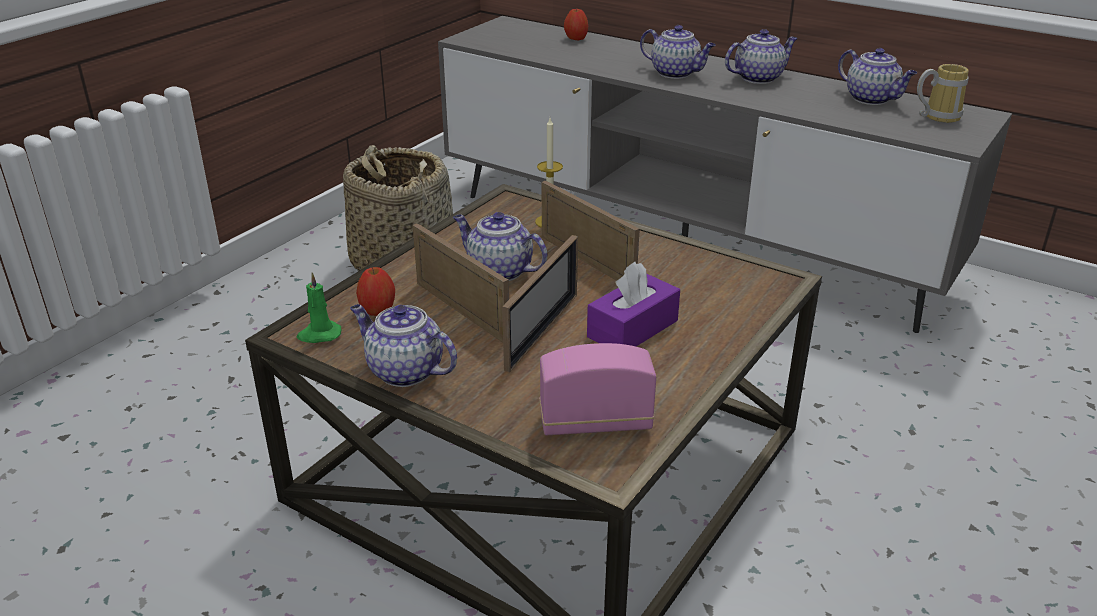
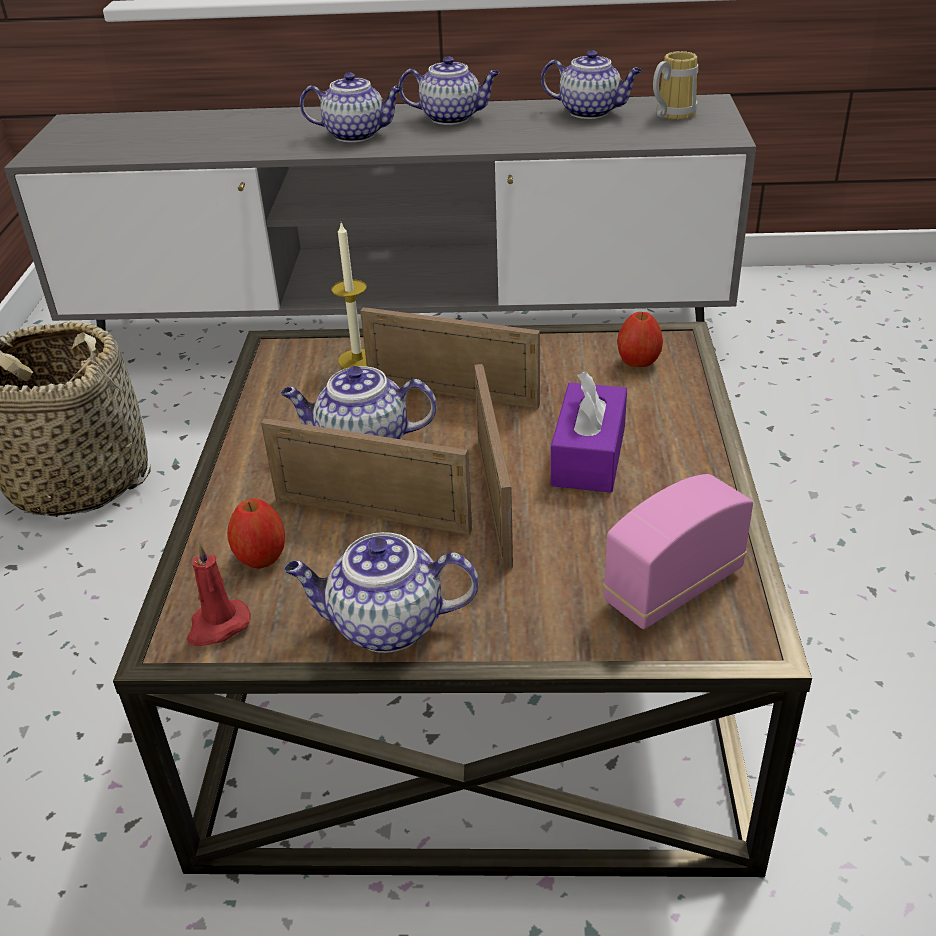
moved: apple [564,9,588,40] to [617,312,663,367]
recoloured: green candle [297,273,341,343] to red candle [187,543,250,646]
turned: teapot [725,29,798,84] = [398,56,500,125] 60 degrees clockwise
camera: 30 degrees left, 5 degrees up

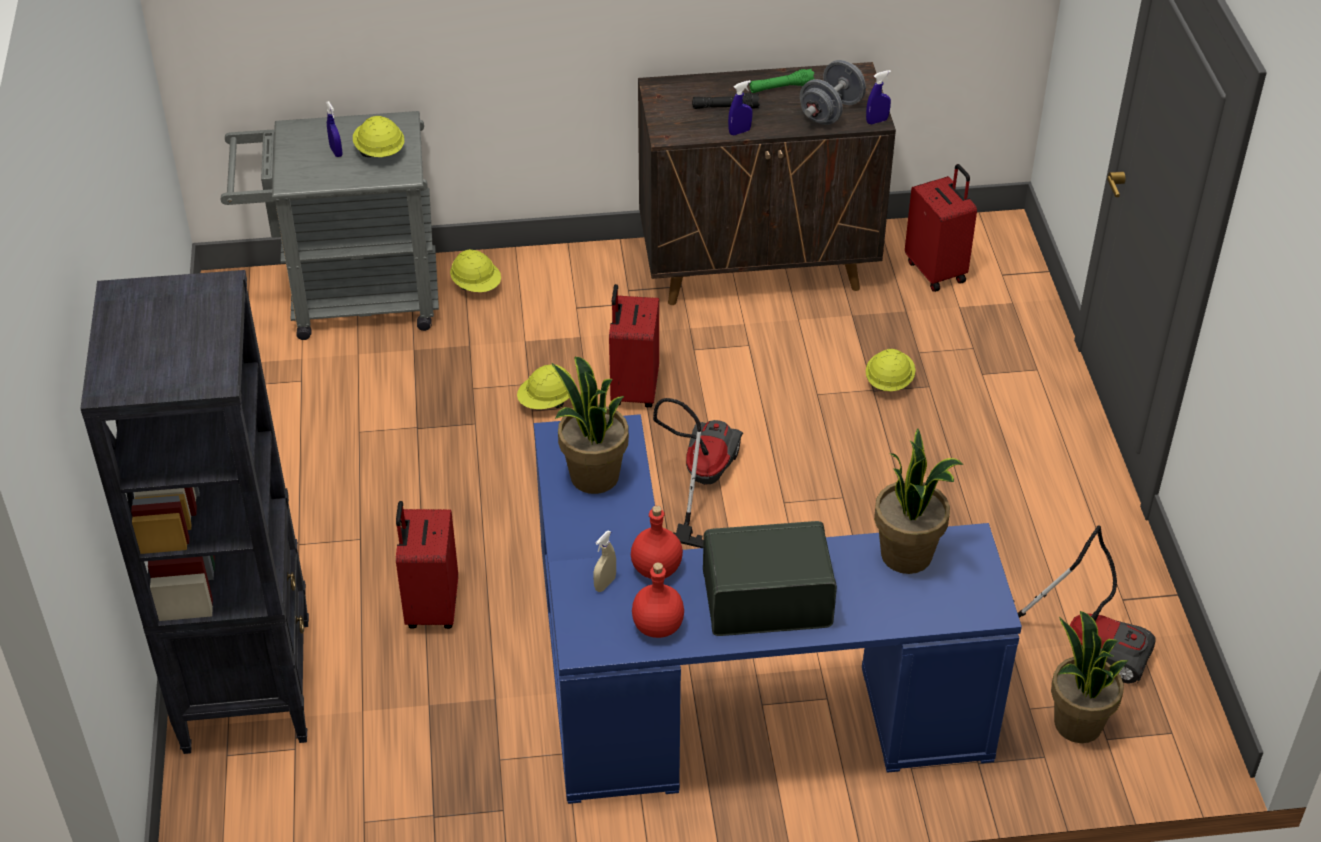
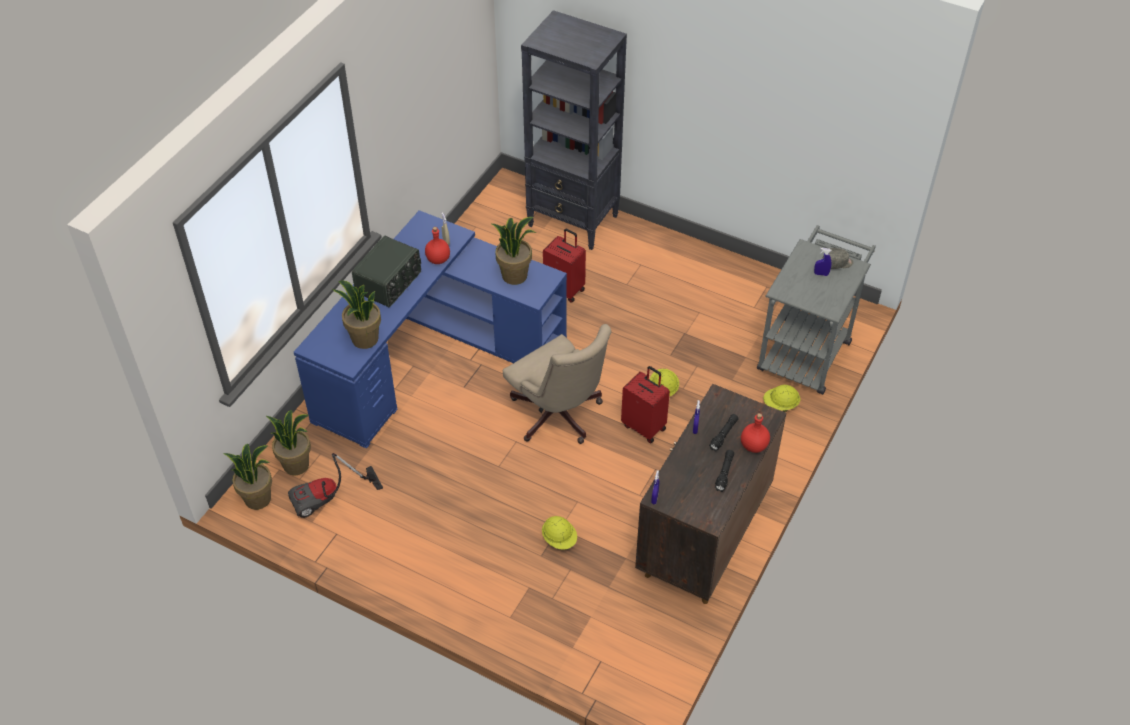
removed: yellow hard hat [353,116,404,157]; grey dumbbell [800,60,866,125]; red suitcase [905,164,977,292]
added: potted plant [223,444,272,510]; grey cap [822,248,853,269]
moved: red bottle [632,562,684,638] to [741,413,770,453]
replaced: vacuum cleaner [653,398,743,548] to beige office chair [503,324,611,444]
recoloured: green flashlight [750,69,815,93] to black flashlight [715,450,734,492]
camera: 125 degrees right, 5 degrees up

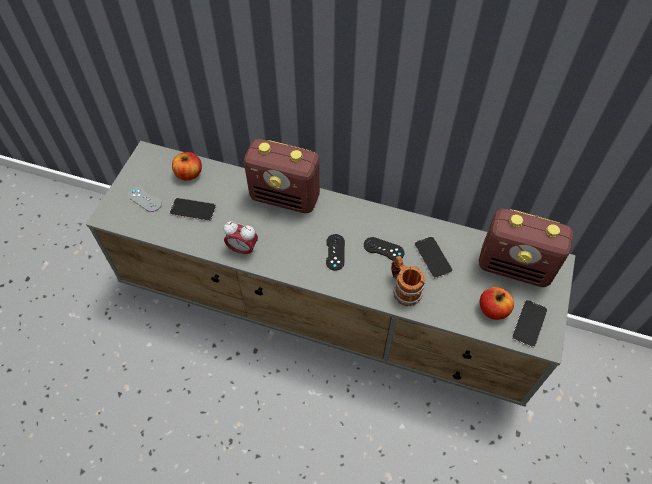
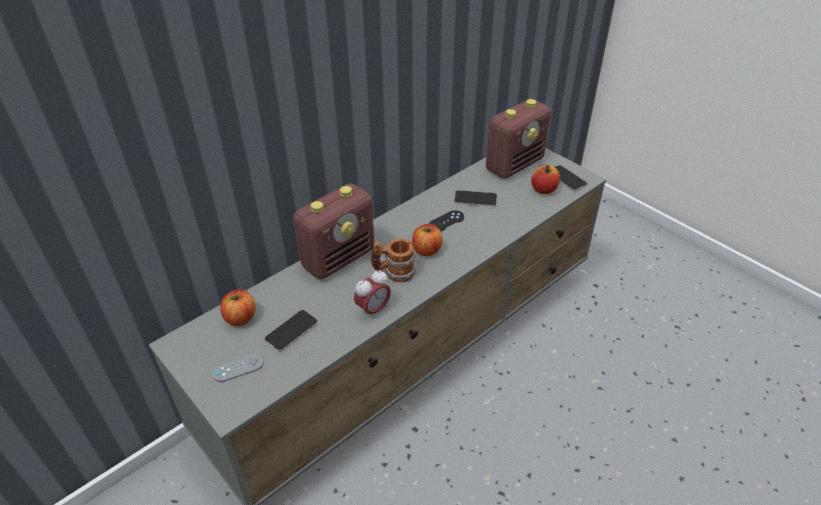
moved: mug [391,256,425,306] to [370,238,416,282]
replaced: black game controller [326,234,345,271] to apple [412,224,443,256]
camera: 60 degrees left, 15 degrees down

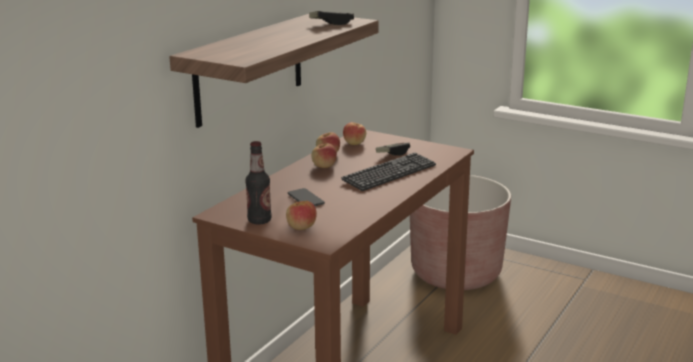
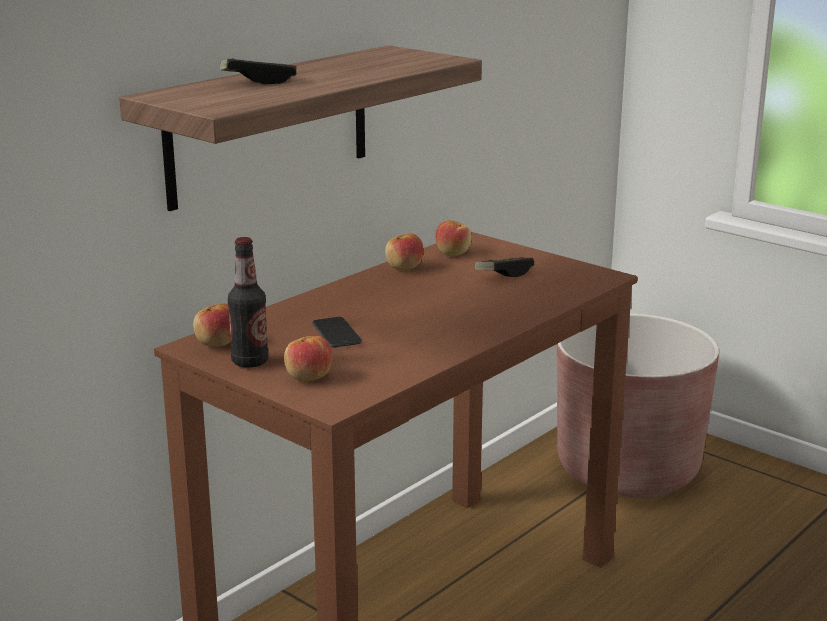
removed: keyboard [341,153,436,191]
moved: apple [311,143,337,168] to [193,303,231,347]; game controller [309,11,354,25] to [220,58,297,84]
camera: 10 degrees right, 0 degrees up

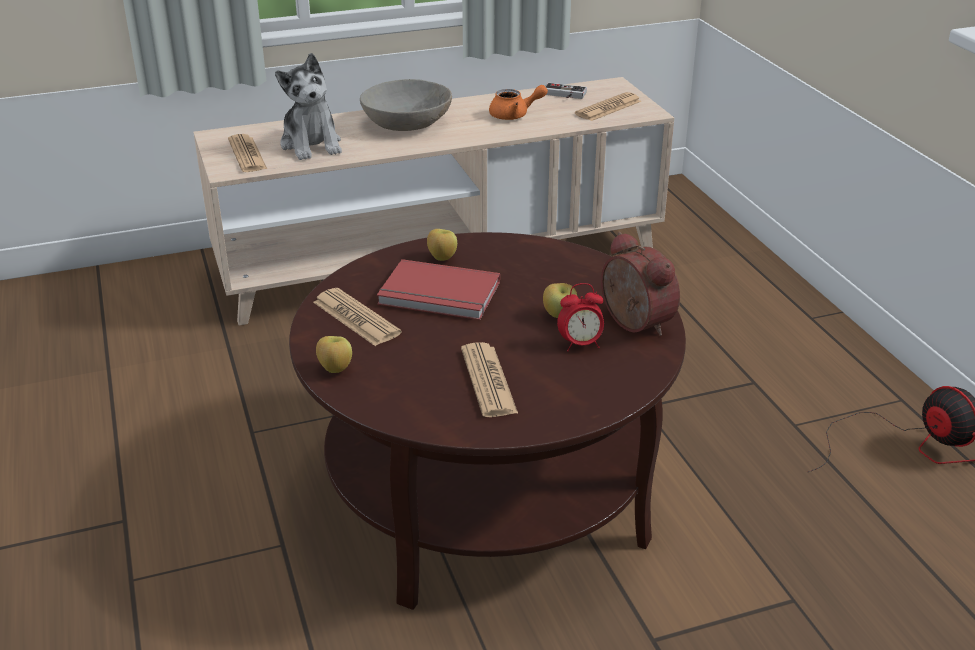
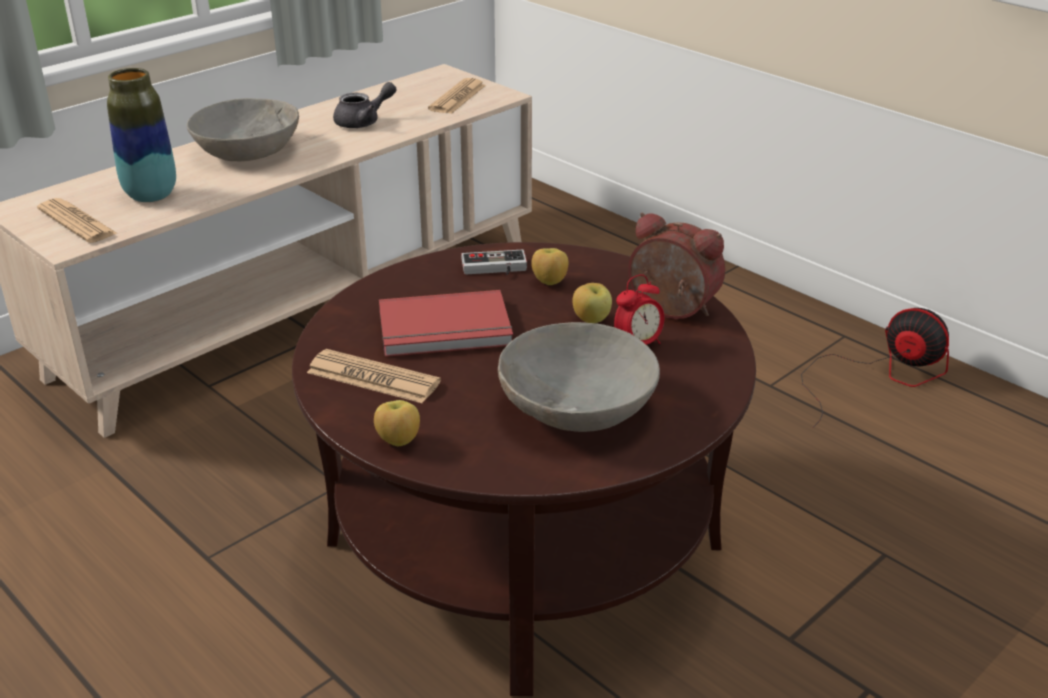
moved: game controller [545,83,587,99] to [461,250,527,275]; apple [427,229,457,261] to [531,248,569,285]
replaced: plush toy [275,53,342,160] to vase [107,68,176,202]; newspaper [461,342,518,417] to grey bowl [498,322,660,432]
recoloured: orange teapot [489,85,548,120] to grey teapot [333,82,396,128]
camera: 25 degrees left, 0 degrees up

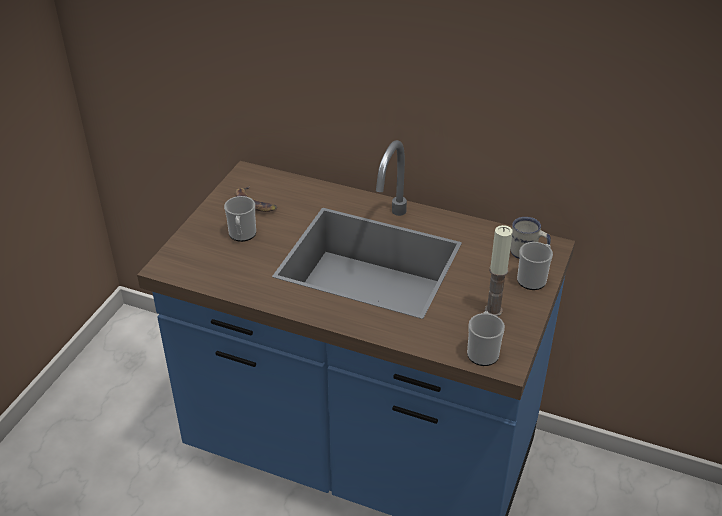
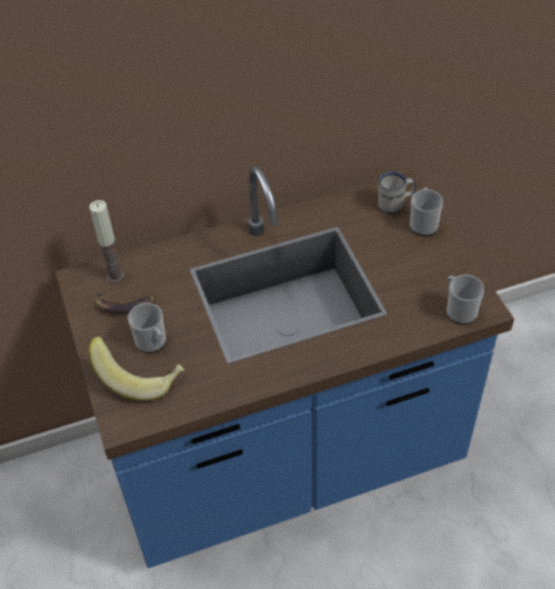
added: banana [88,337,184,401]
moved: candle [485,225,513,316] to [89,200,124,283]
camera: 40 degrees left, 10 degrees up

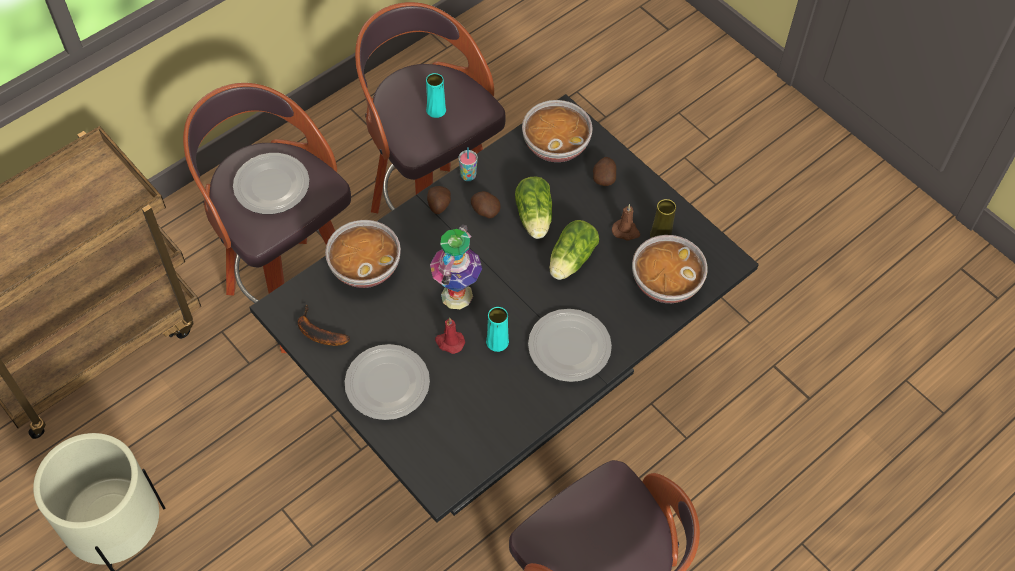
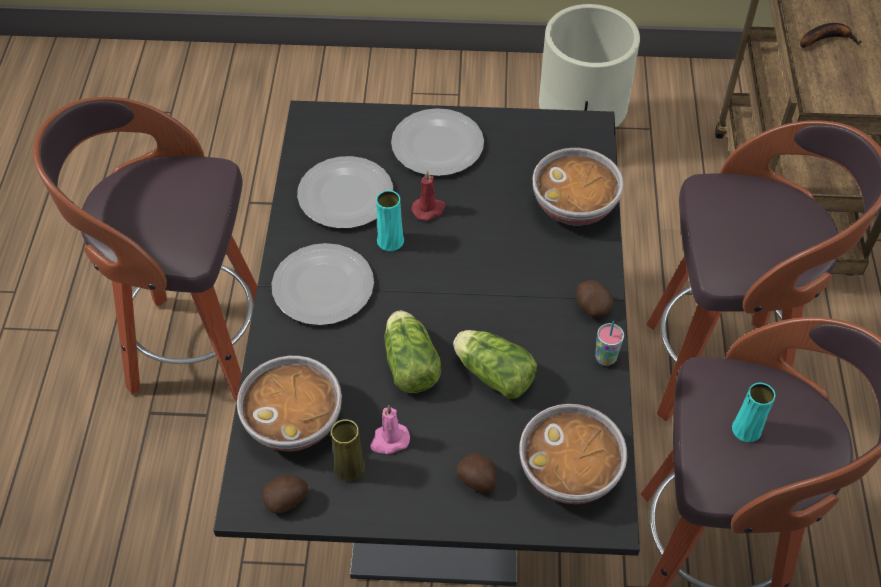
removed: vase [430,225,482,309]
moved: potato [471,191,501,219] to [262,475,308,513]; plate [233,153,309,214] to [297,156,393,229]; banana [298,305,350,346] to [800,23,862,48]
recoloured: brown candle [612,204,640,241] to pink candle [370,405,410,454]
camera: 135 degrees right, 5 degrees down

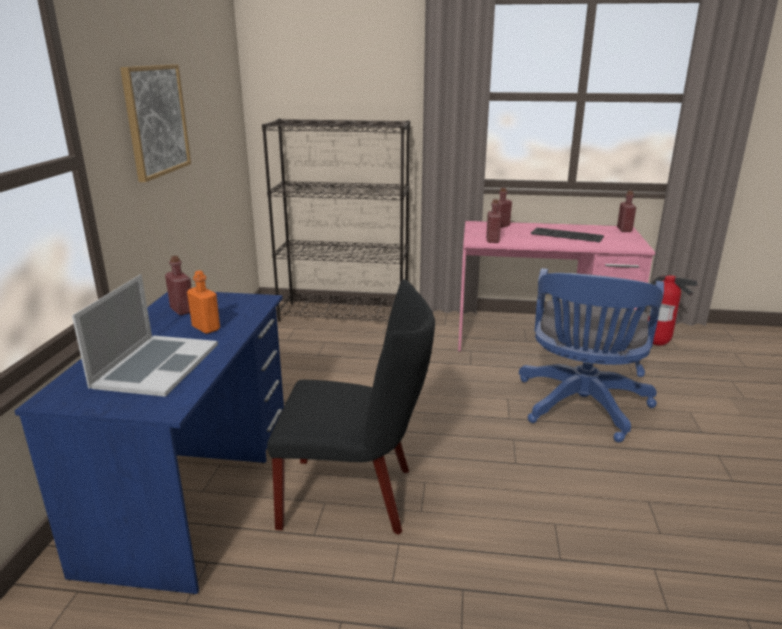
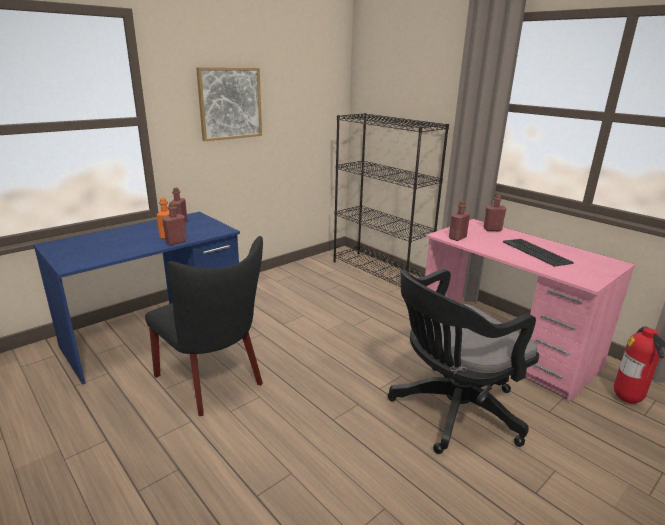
removed: laptop [72,274,218,397]
moved: red bottle [617,191,636,232] to [162,203,187,245]
recoloured: blue office chair [519,268,664,443] to black office chair [388,269,539,454]
camera: 40 degrees right, 0 degrees up

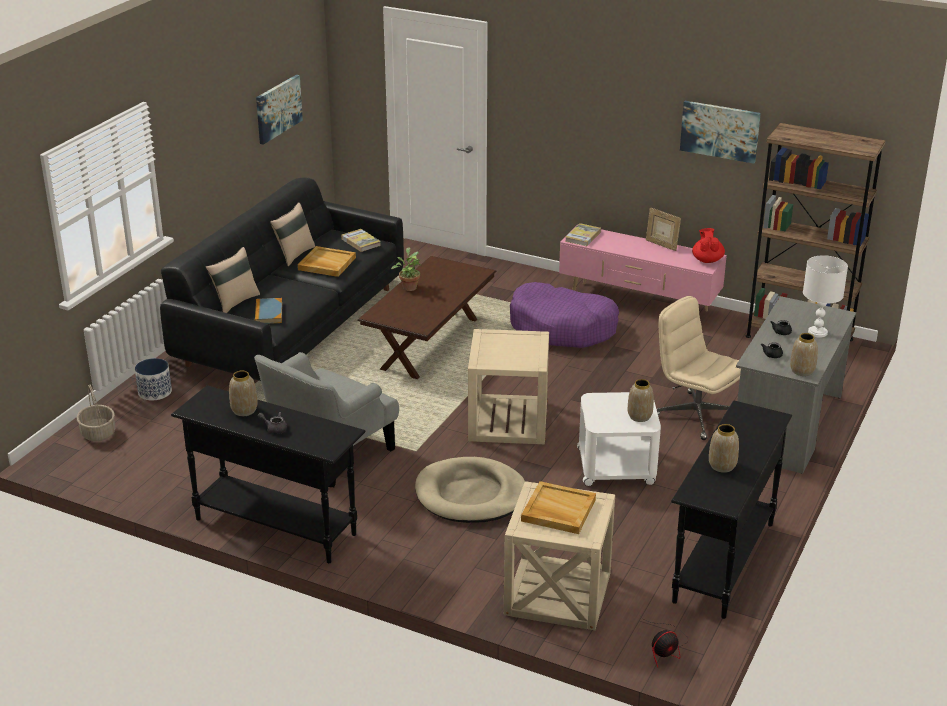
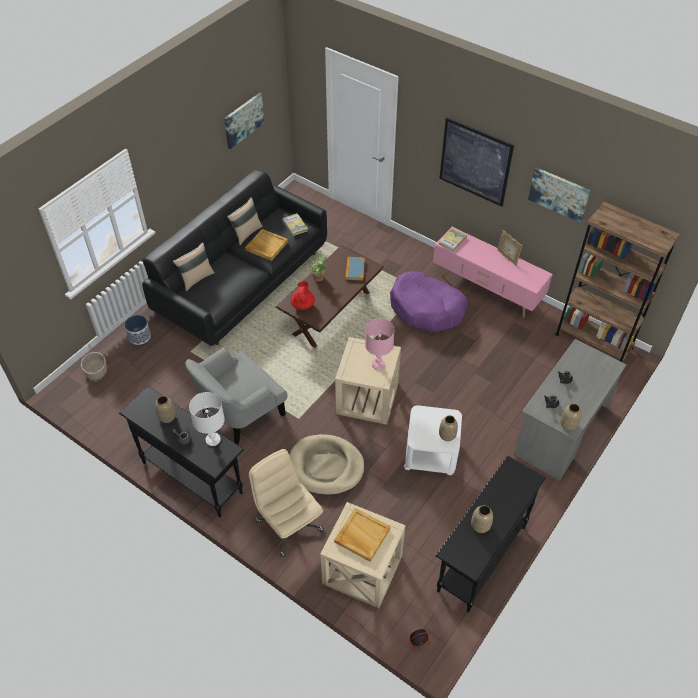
added: pink table lamp [365,319,394,370]; picture [439,117,514,207]
moved: white table lamp [803,255,848,338] to [189,392,225,446]; beige office chair [657,296,741,440] to [249,449,324,557]; red teapot [692,228,725,263] to [291,281,315,310]; book [255,298,282,324] to [345,257,365,281]
camera: 10 degrees right, 20 degrees up

